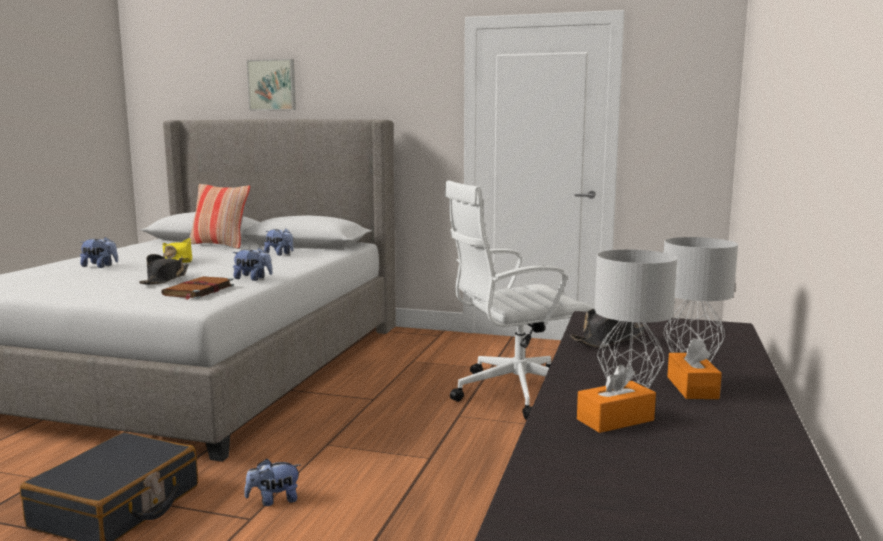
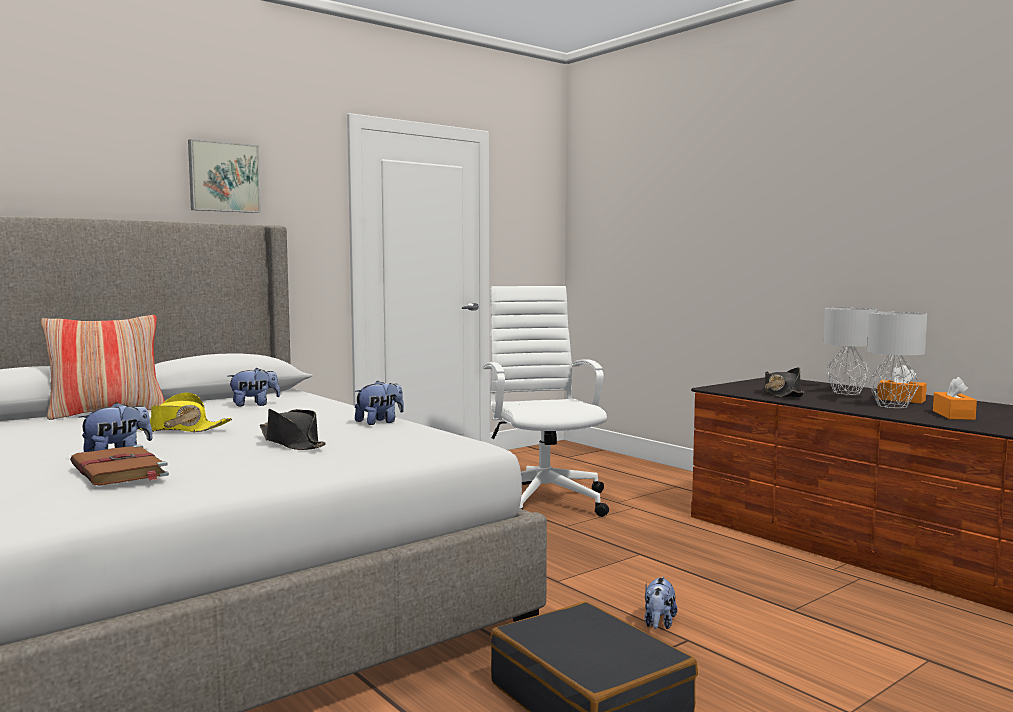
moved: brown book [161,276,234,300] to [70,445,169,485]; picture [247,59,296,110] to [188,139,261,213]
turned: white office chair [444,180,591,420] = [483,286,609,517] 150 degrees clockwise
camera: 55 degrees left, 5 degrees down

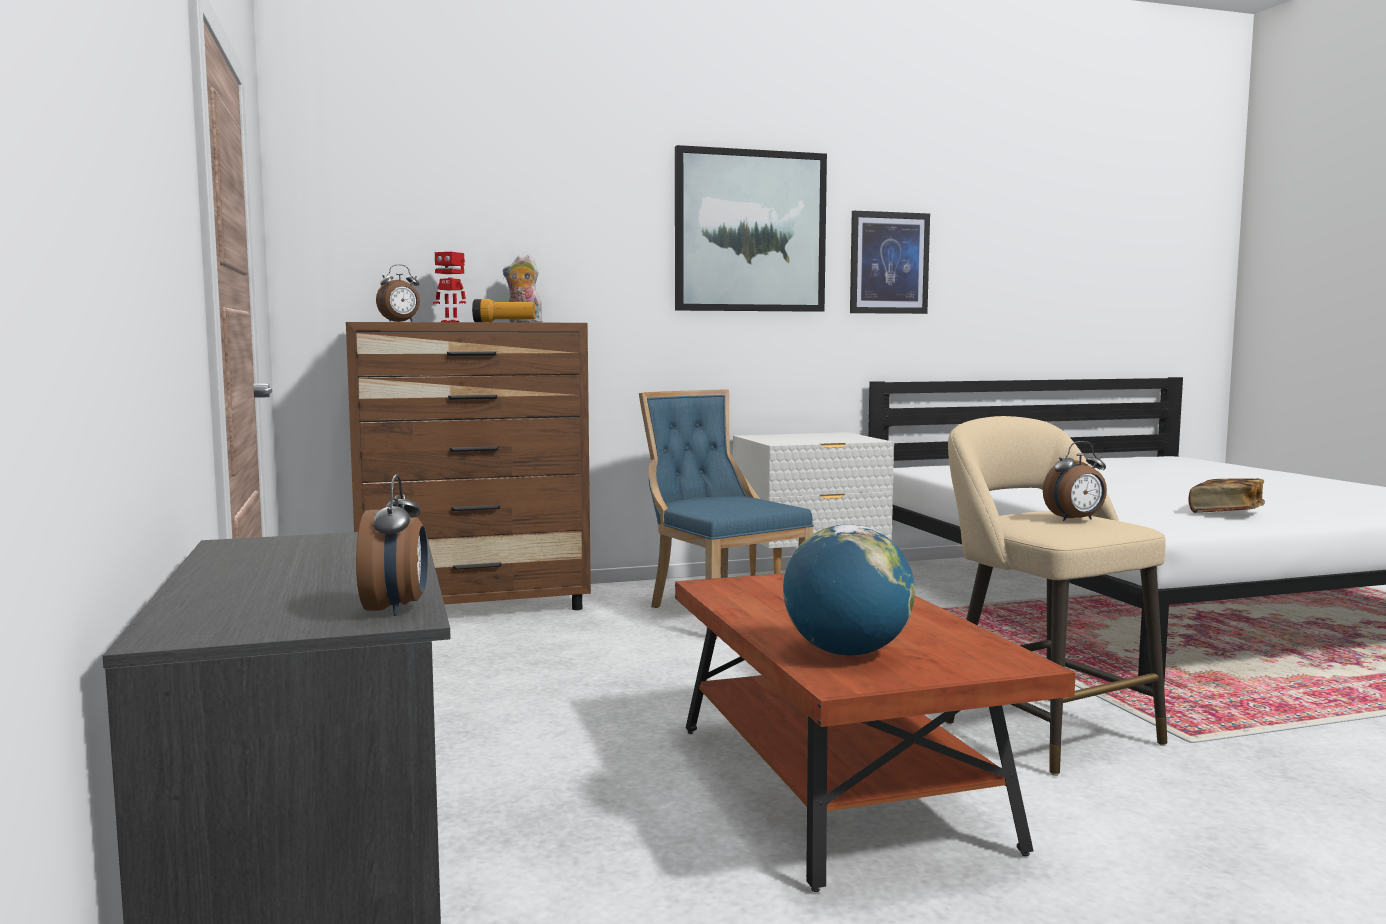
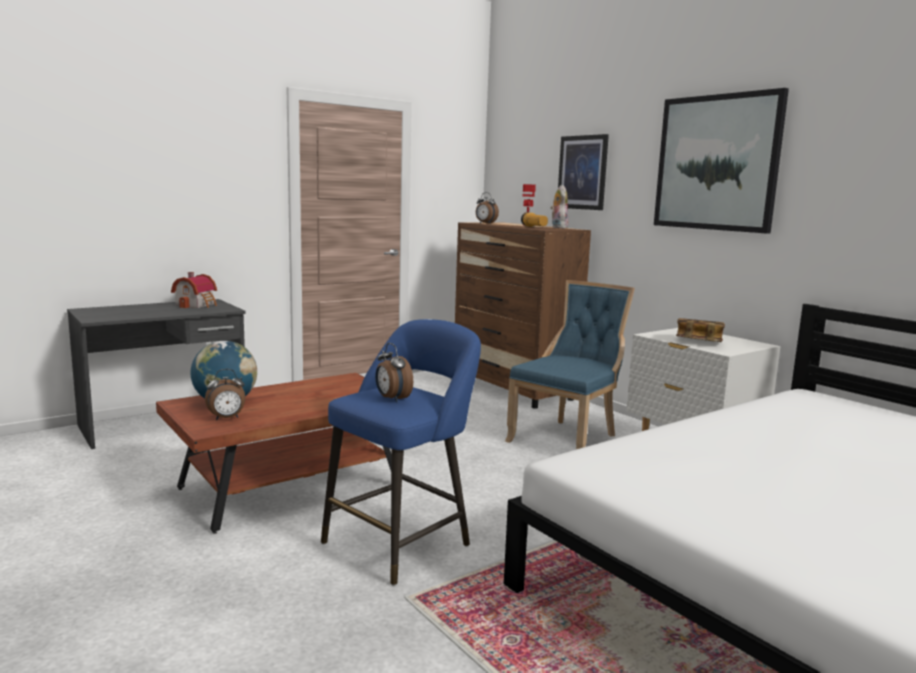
added: toy house [171,272,217,308]
moved: alarm clock [356,475,428,616] to [205,369,245,420]; picture [850,211,930,314] to [558,134,609,210]; book [1188,478,1265,513] to [676,318,725,342]
recoloured: beige stool [945,416,1167,776] to blue stool [321,319,481,586]
camera: 70 degrees right, 5 degrees up

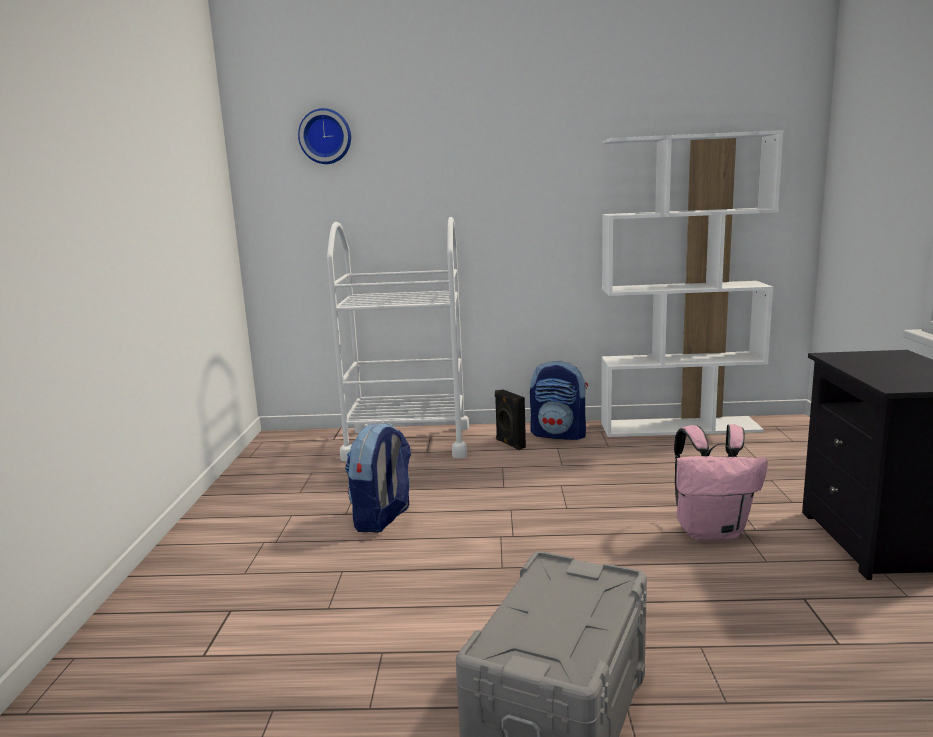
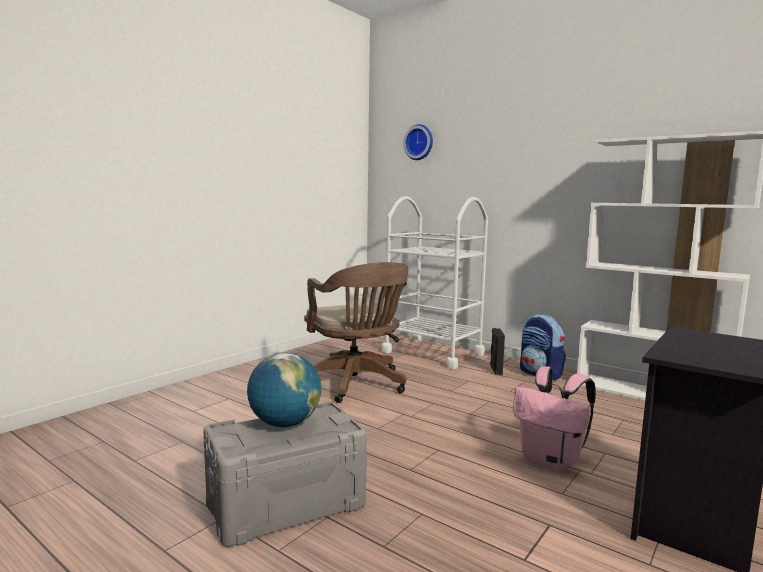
added: globe [247,353,322,427]
replaced: backpack [345,422,411,533] to brown office chair [304,262,408,403]
camera: 35 degrees right, 5 degrees down

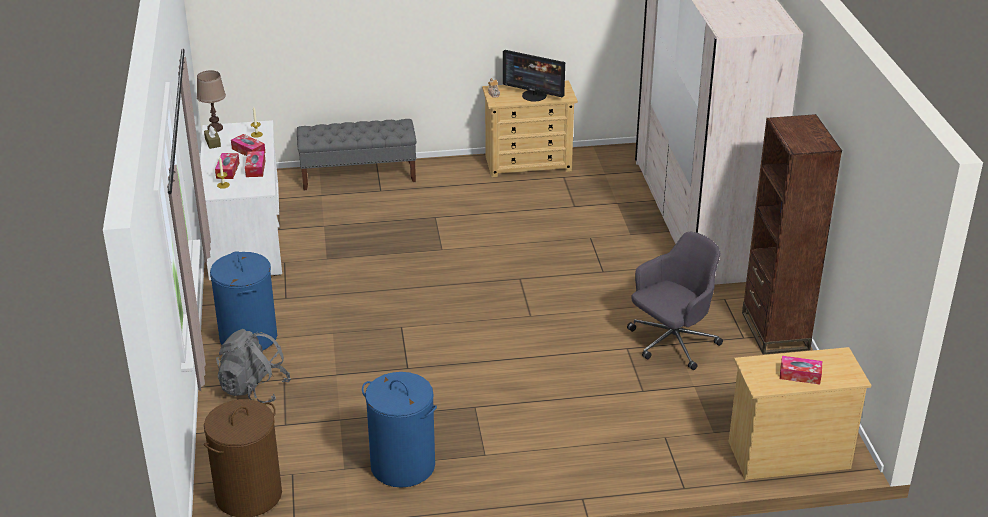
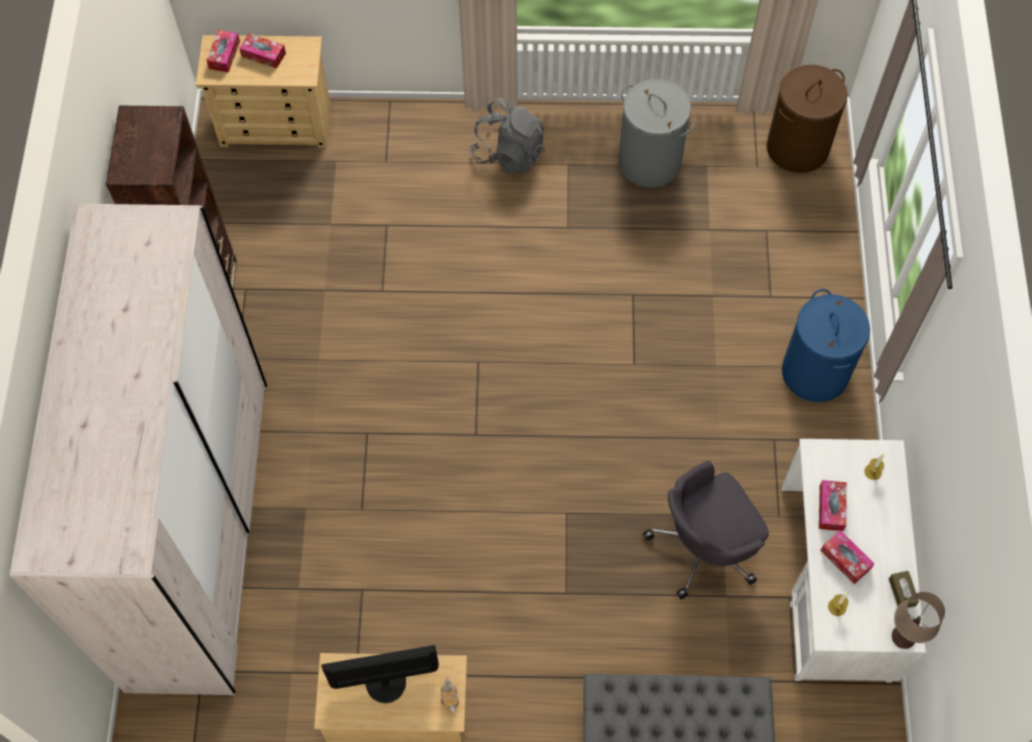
moved: tissue box [215,153,240,179] to [206,30,240,72]; grey backpack [216,329,291,404] to [470,98,545,174]; grey office chair [627,232,723,370] to [643,461,769,599]
recoloured: blue laundry basket [362,372,437,488] to grey laundry basket [618,79,694,187]
turned: monitor [503,50,565,102] = [322,645,439,703] 45 degrees counterclockwise
camera: 170 degrees left, 30 degrees up

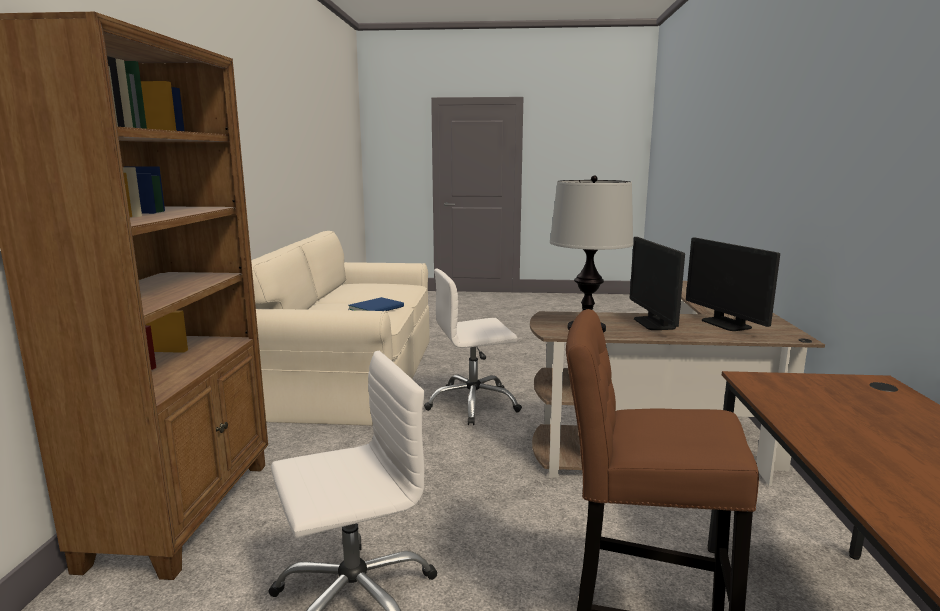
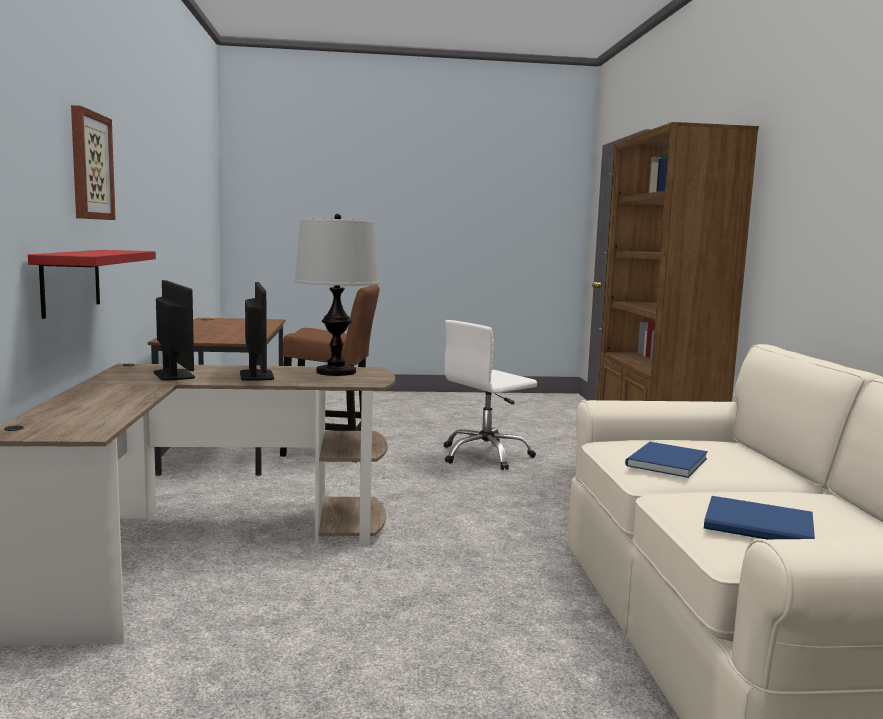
removed: white office chair [424,269,522,425]
added: red shelf [28,250,156,319]; picture [71,105,116,220]; blue book [704,496,815,540]
camera: 170 degrees right, 5 degrees down

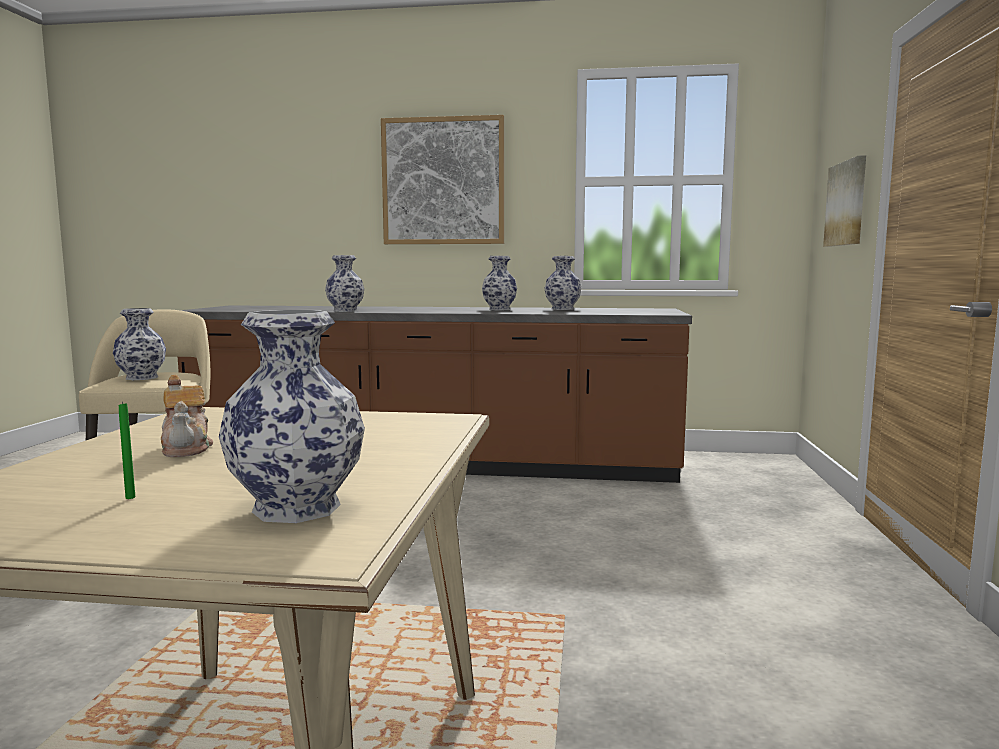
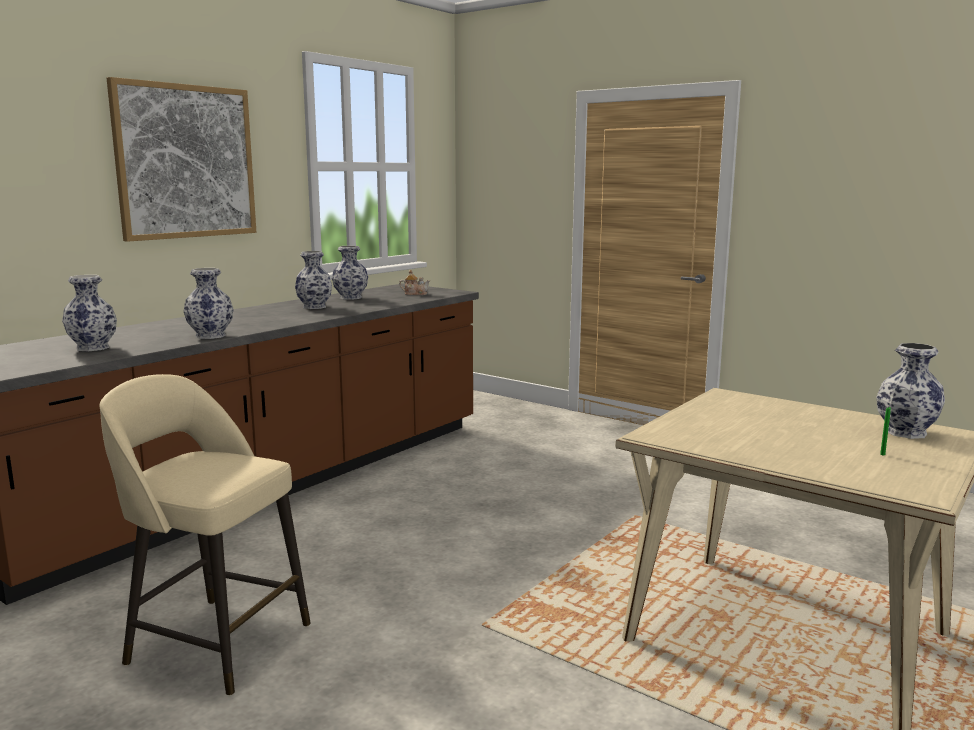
removed: picture [823,155,866,247]
moved: vase [113,308,166,380] to [62,275,117,351]; teapot [161,375,213,457] to [399,270,430,295]
camera: 60 degrees left, 5 degrees up

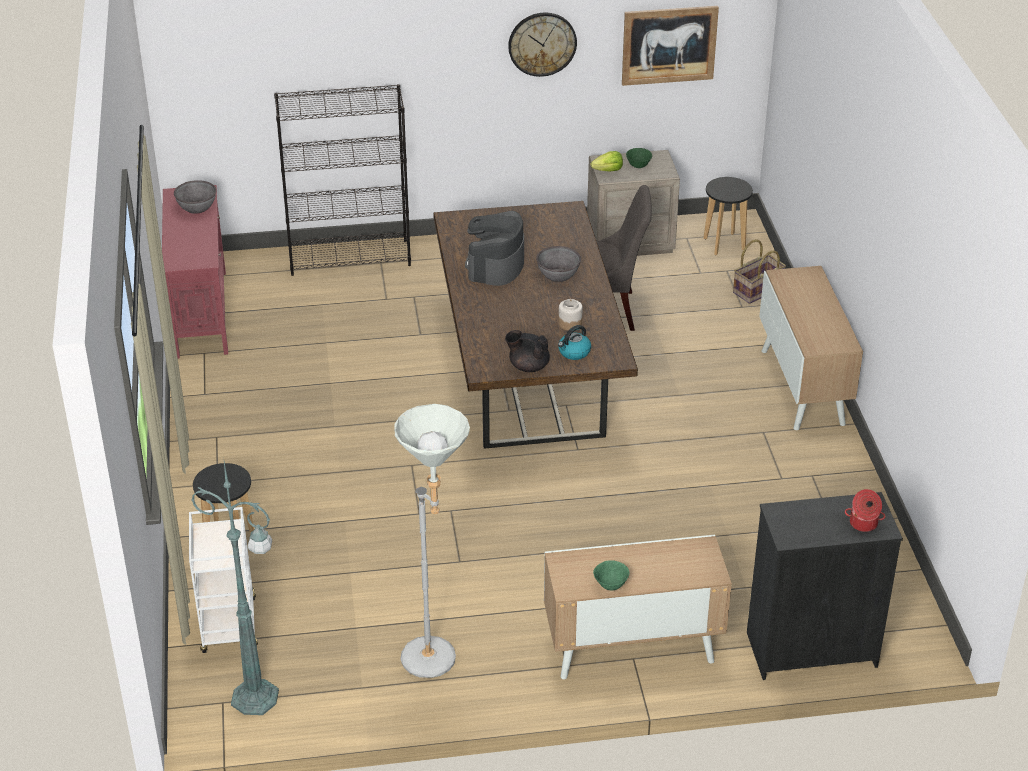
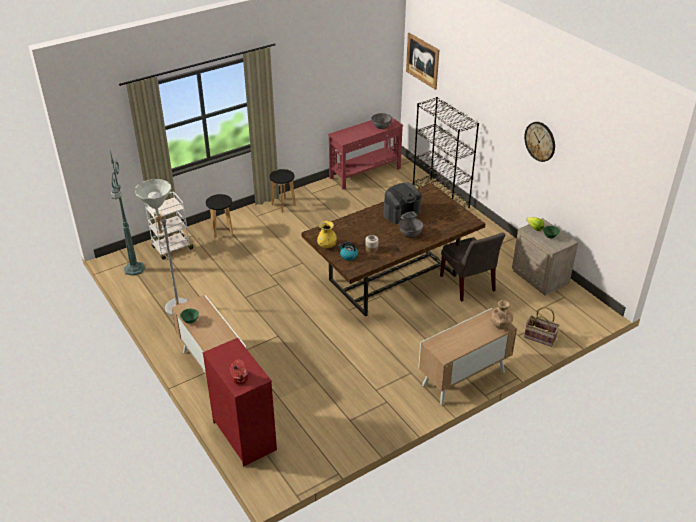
added: brown vase [491,300,513,330]
moved: black stool [703,177,753,255] to [269,169,296,212]; picture [622,6,719,86] to [406,33,439,90]
replaced: black teapot [505,330,550,372] to yellow vase [317,221,337,248]
recoloured: black dresser [747,492,903,680] to red dresser [203,338,277,467]
turned: coffee machine [465,210,524,286] = [384,183,422,224] 150 degrees clockwise
camera: 65 degrees right, 0 degrees up

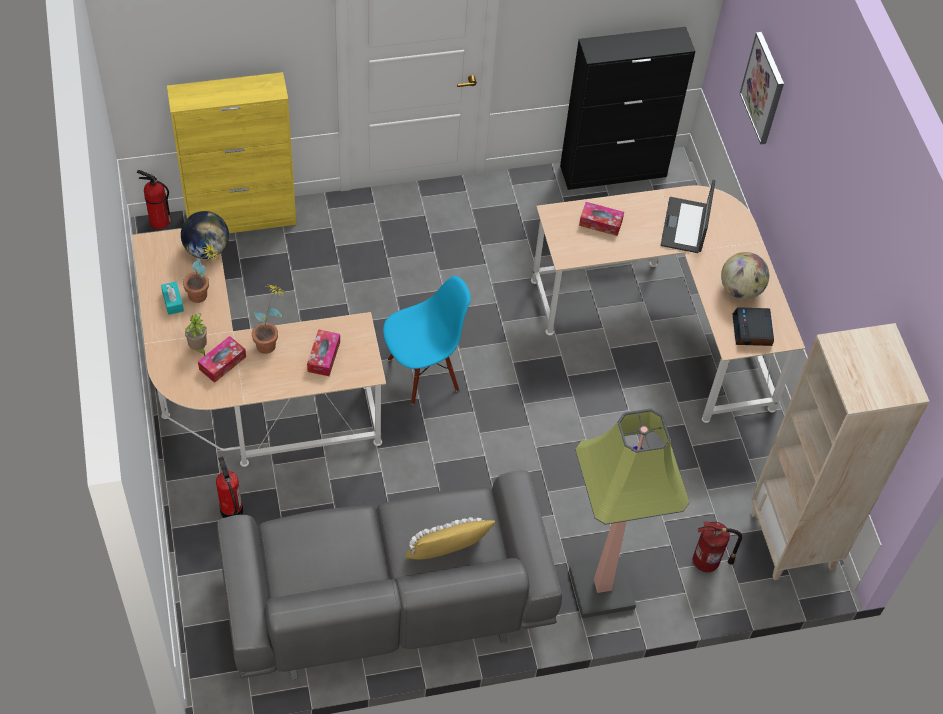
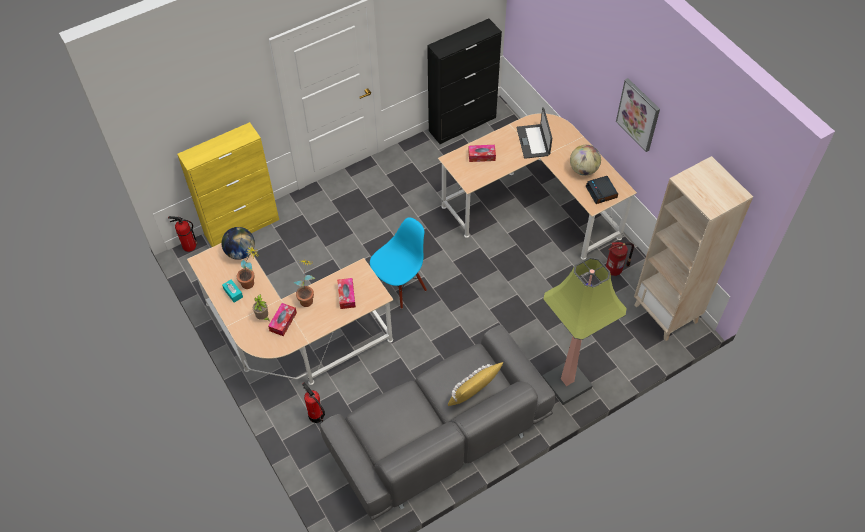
moved: fire extinguisher [693,521,742,572] to [606,242,634,276]; picture [740,32,784,144] to [616,78,660,152]
camera: 15 degrees left, 0 degrees up

